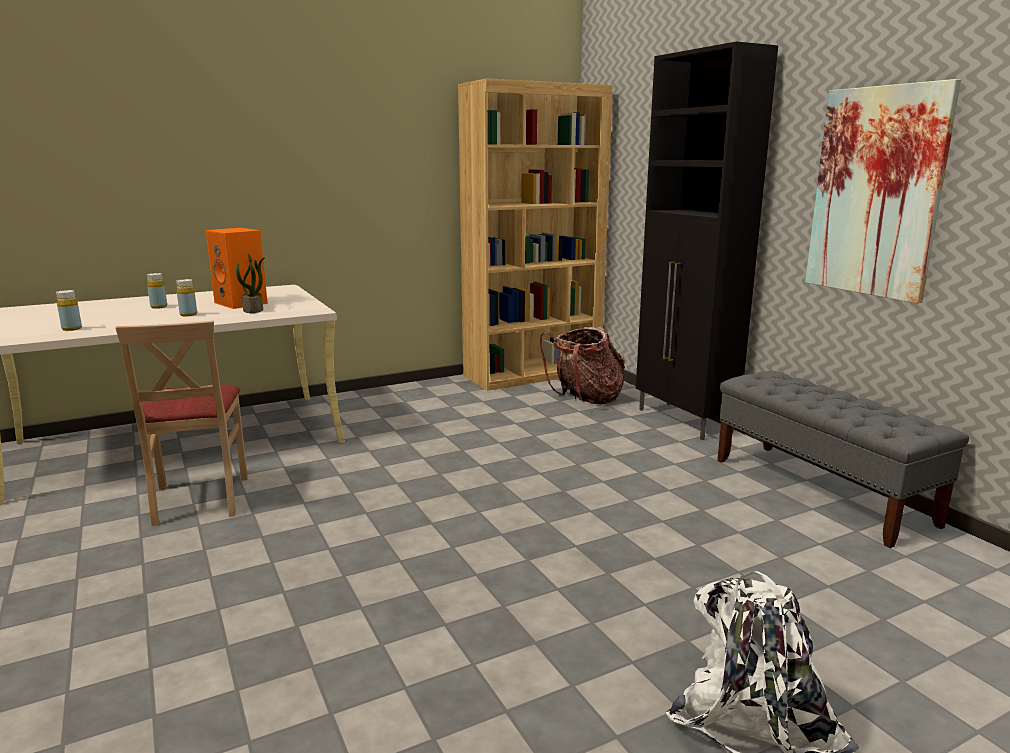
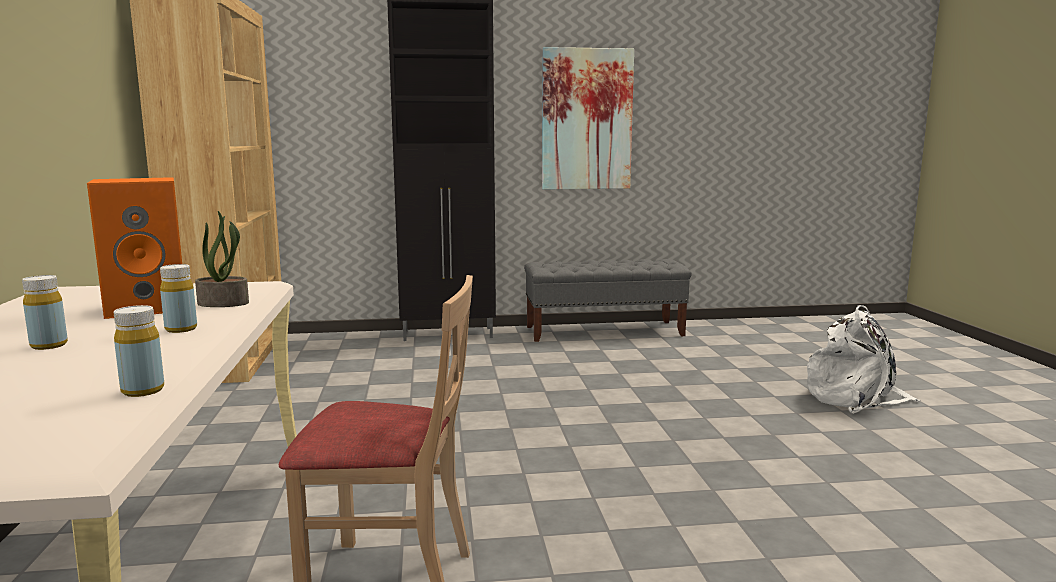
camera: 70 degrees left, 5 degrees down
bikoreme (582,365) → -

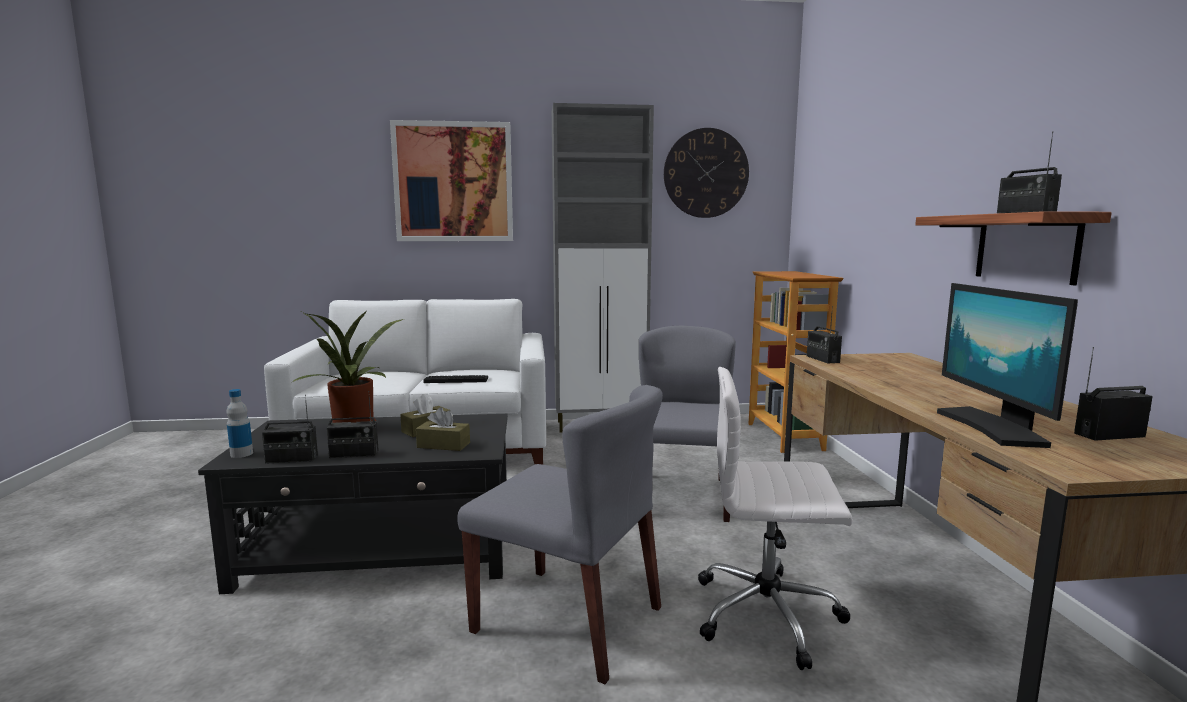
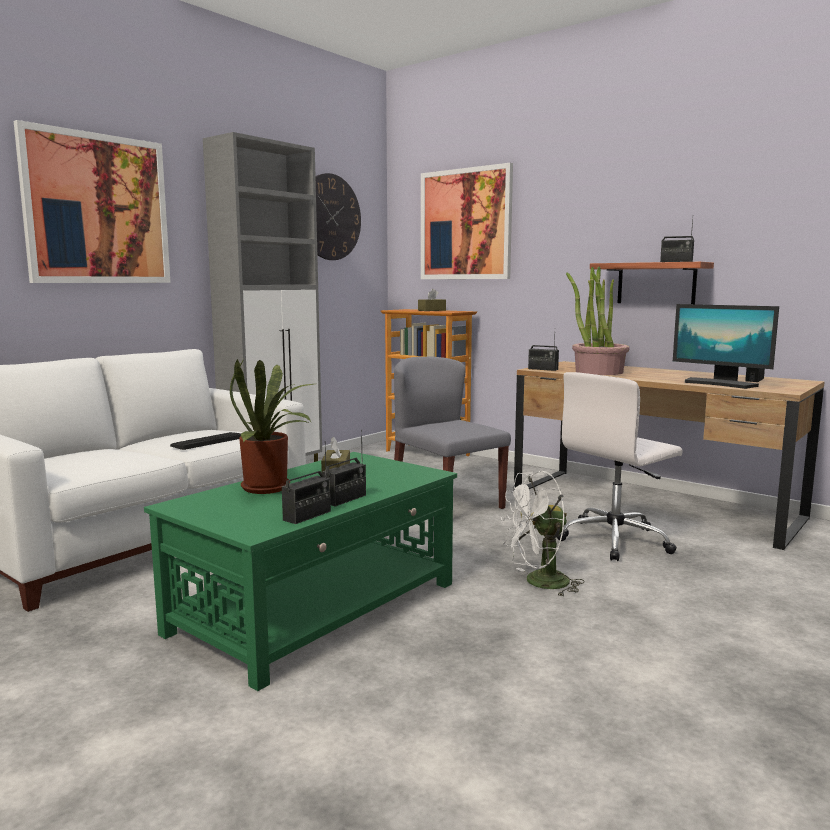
camera: 45 degrees left, 0 degrees up
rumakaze (240,423) → -
- → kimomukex (467,221)
- → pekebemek (598,321)
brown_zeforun (443,429) → brown_zeforun (432,300), move
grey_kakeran (560,534) → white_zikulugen (543,533)
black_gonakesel (353,504) → green_gonakesel (300,571)

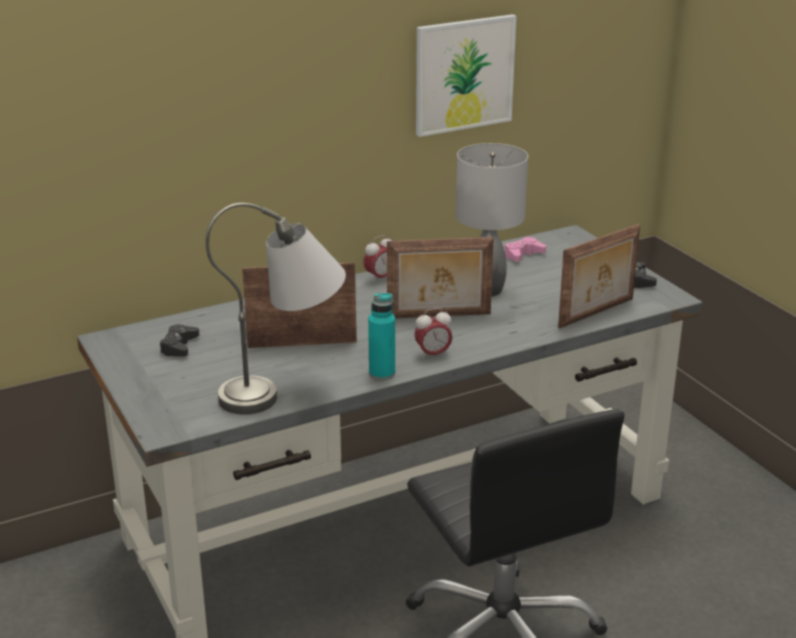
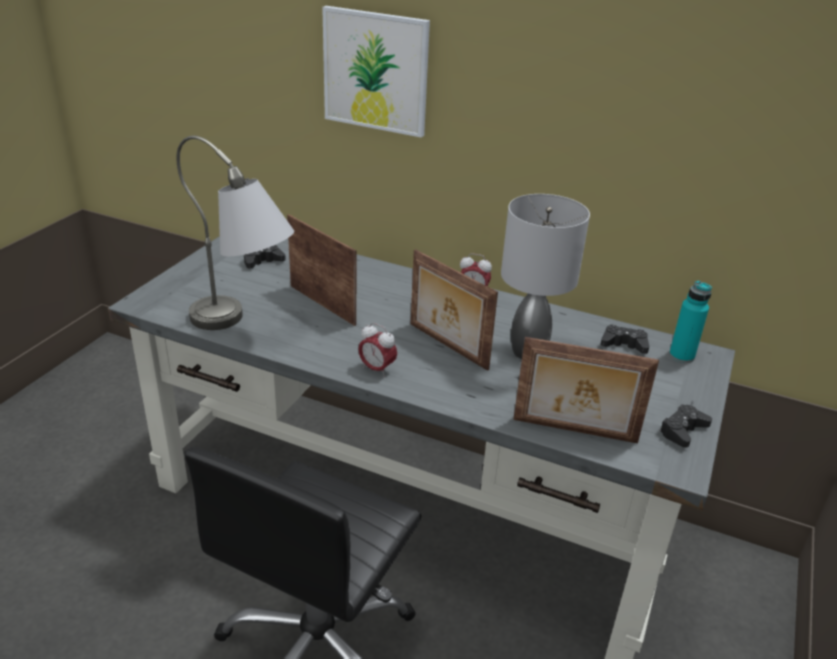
camera: 50 degrees right, 5 degrees up
turquoise_rumakaze (381,336) → turquoise_rumakaze (690,322), move
kimomukex (466,75) → kimomukex (376,72), move
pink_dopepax (525,249) → black_dopepax (625,339)

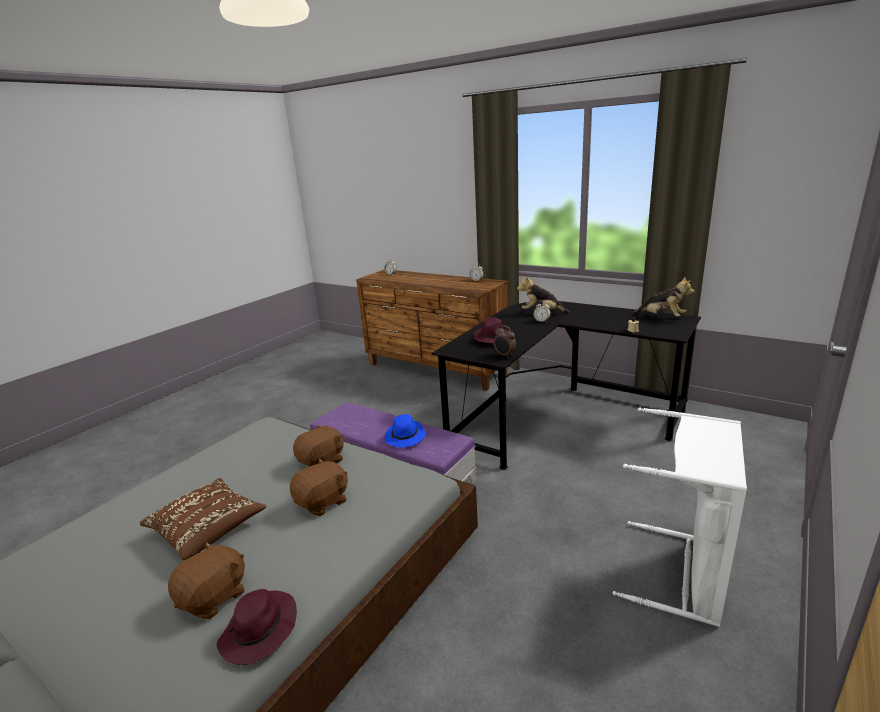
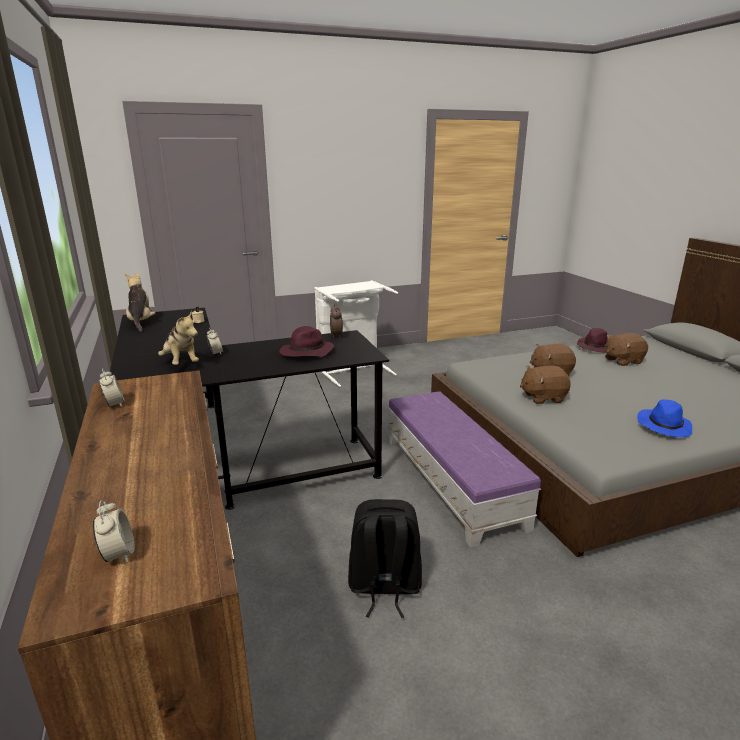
camera: 145 degrees left, 0 degrees up
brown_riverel (203,519) → -
- → black_bikoreme (385,558)
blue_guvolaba (406,430) → blue_guvolaba (664,418), move

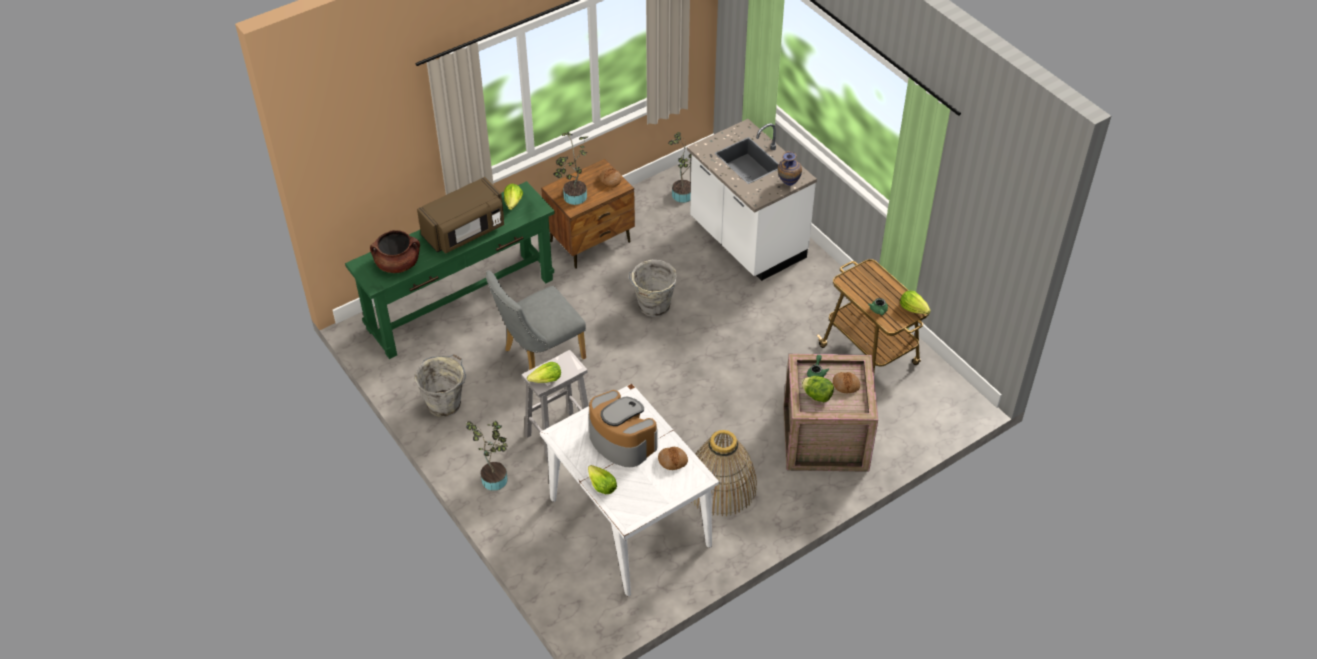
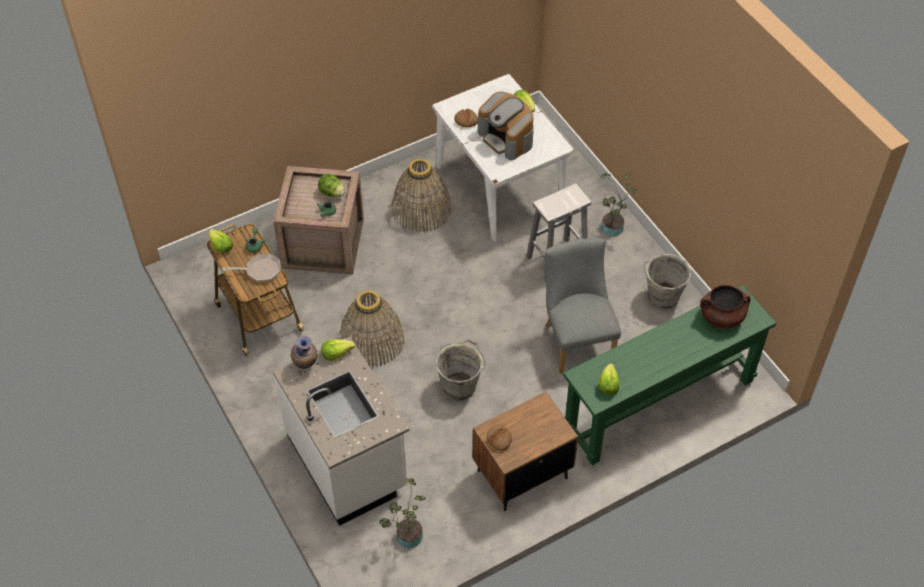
camera: 175 degrees left, 5 degrees up
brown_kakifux (460,215) → -
pekebemek (571,168) → -
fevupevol (846,382) → -
- → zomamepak (251,267)
- → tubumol (372,329)
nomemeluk (544,372) → nomemeluk (338,350), move
grey_kakeran (536,320) → grey_kakeran (583,306), 75 degrees counterclockwise

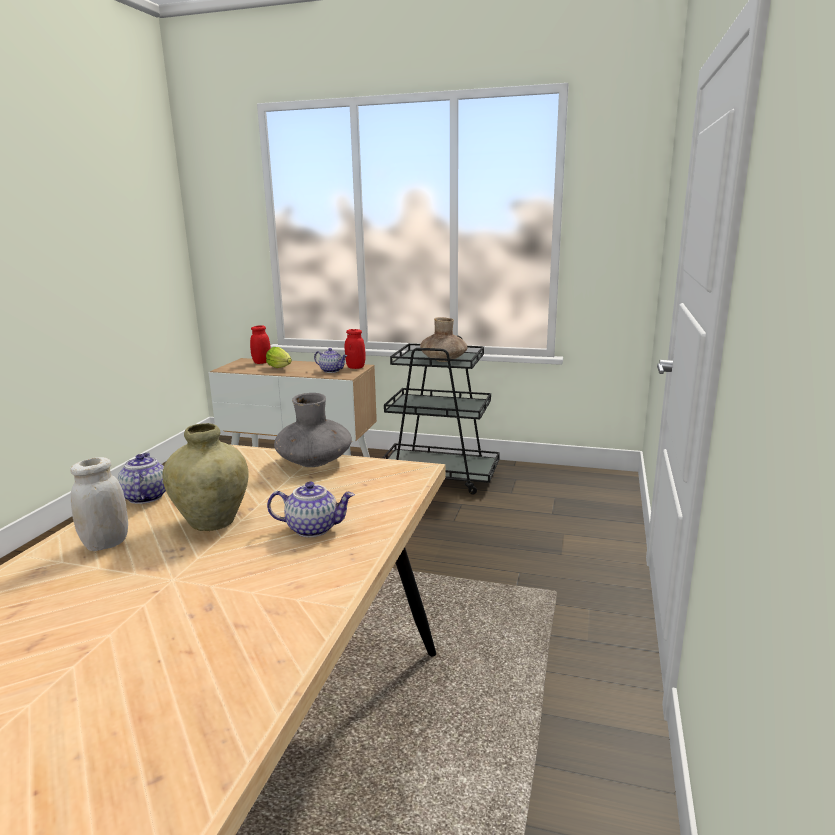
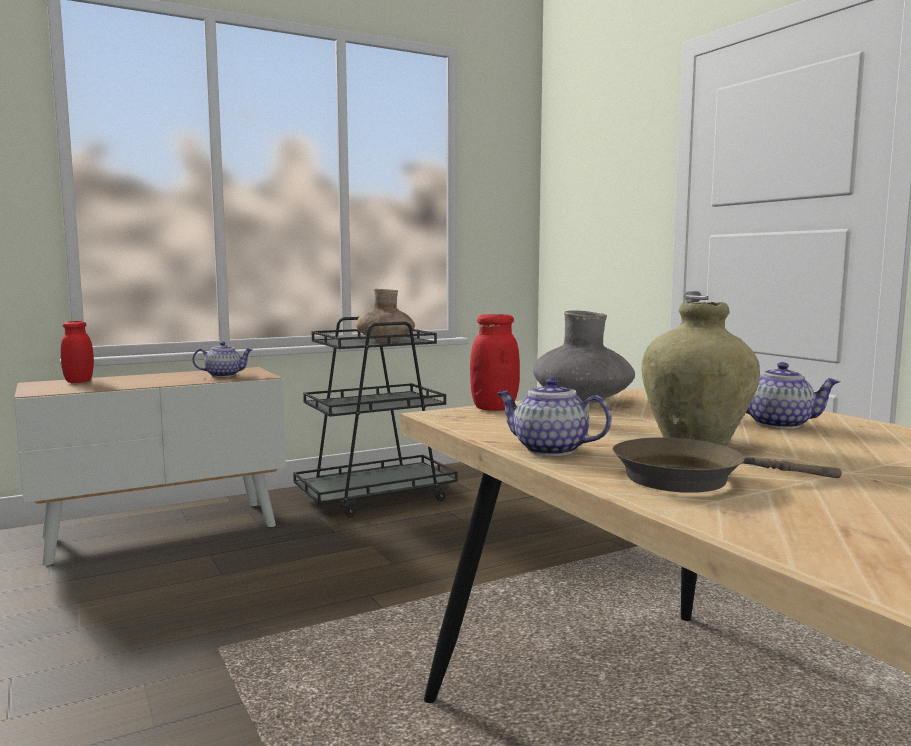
camera: 45 degrees left, 10 degrees down
nomemeluk (279,357) → -
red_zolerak (355,349) → red_zolerak (495,362), move
white_zolerak (99,504) → brown_zomamepak (727,465)
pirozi (311,509) → pirozi (793,395), 60 degrees clockwise

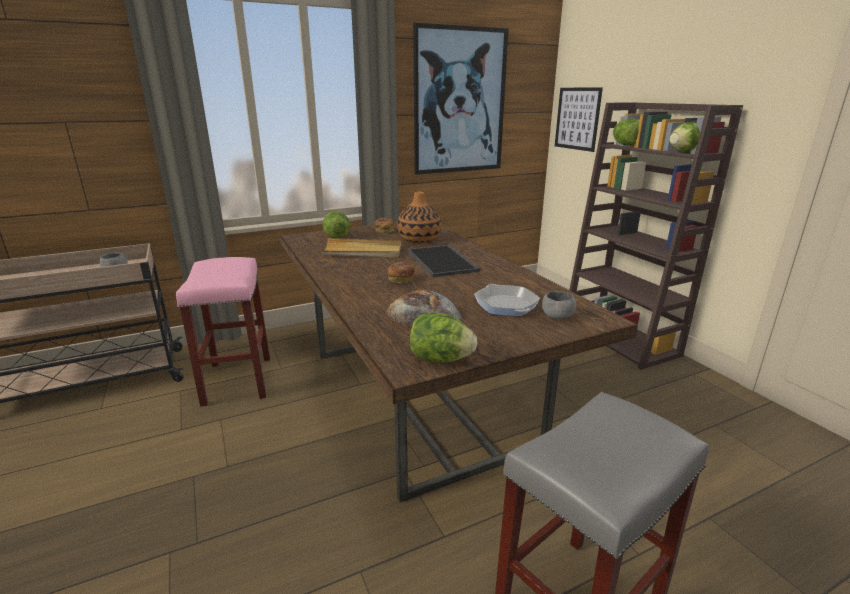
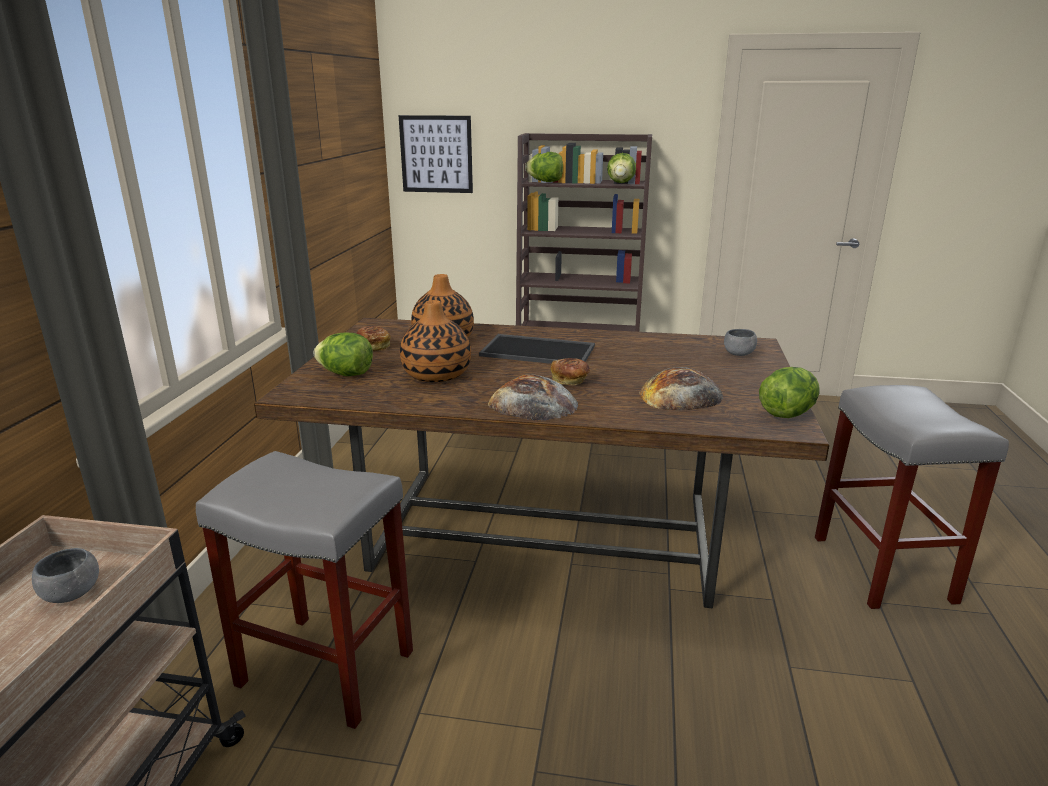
camera: 55 degrees left, 0 degrees up
kimomukex (461,99) → -
zomamepak (507,300) → -
- → fevupevol (533,397)
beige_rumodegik (360,248) → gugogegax (435,341)
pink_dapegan (223,332) → grey_dapegan (304,590)

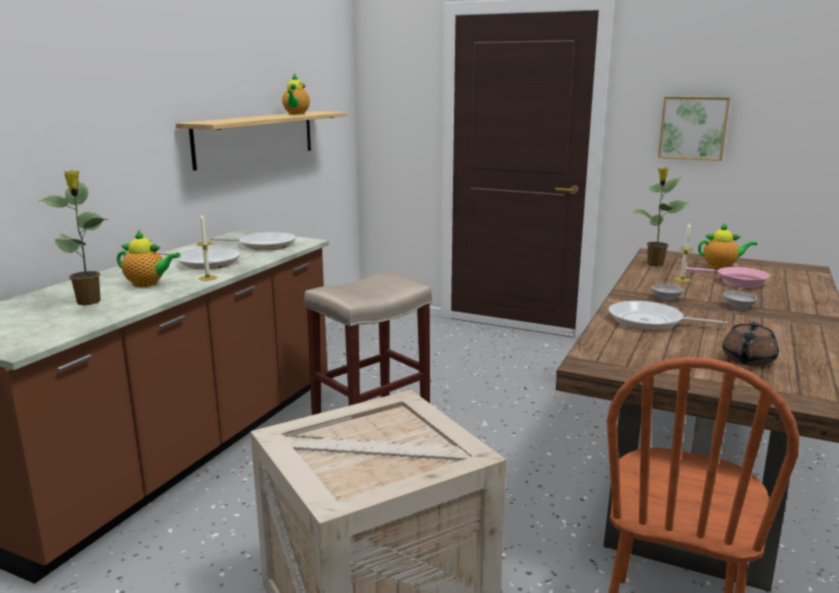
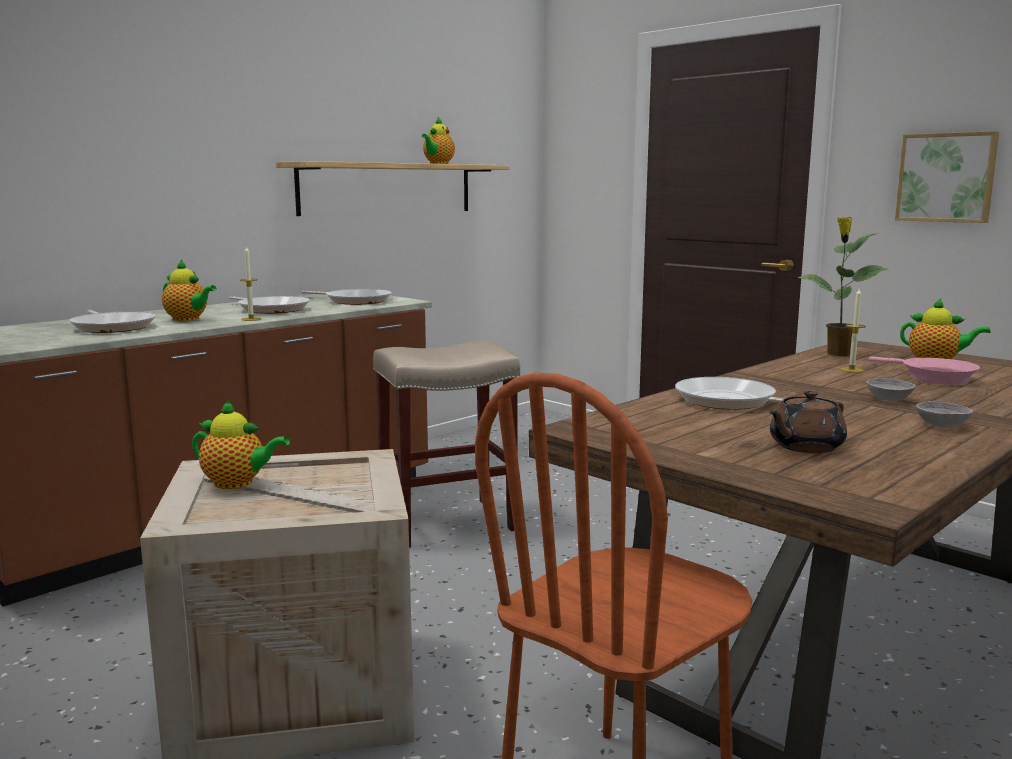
camera: 20 degrees right, 5 degrees down
- → pirozi (241,445)
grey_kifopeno (668,292) → grey_kifopeno (944,414), move
pekebemek (74,237) → zomamepak (112,321)

